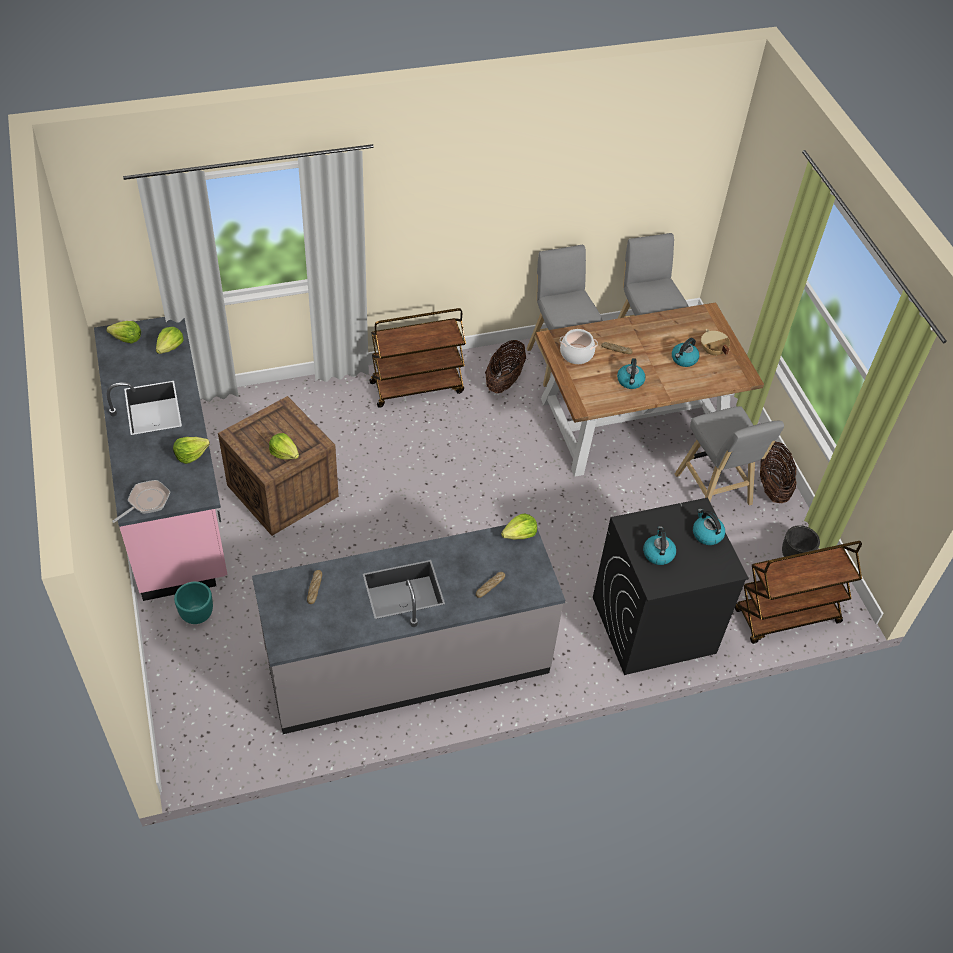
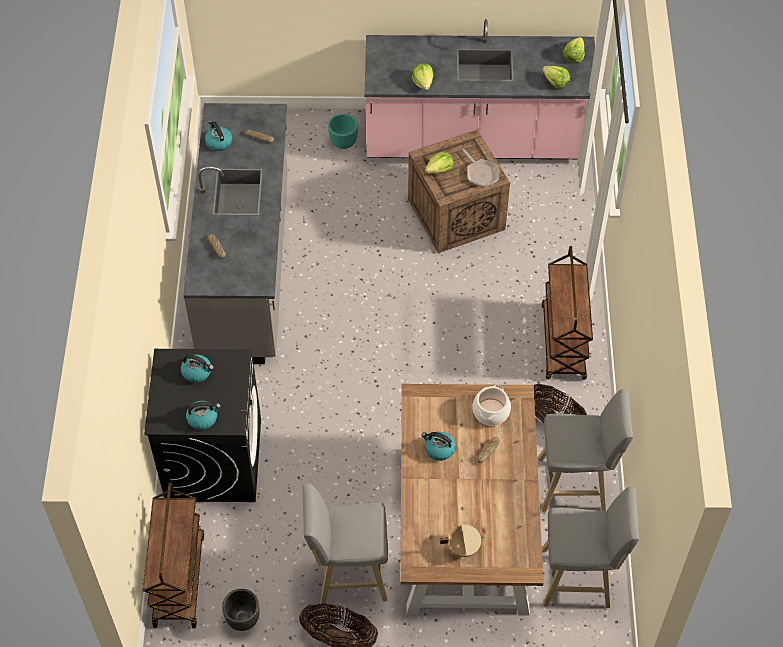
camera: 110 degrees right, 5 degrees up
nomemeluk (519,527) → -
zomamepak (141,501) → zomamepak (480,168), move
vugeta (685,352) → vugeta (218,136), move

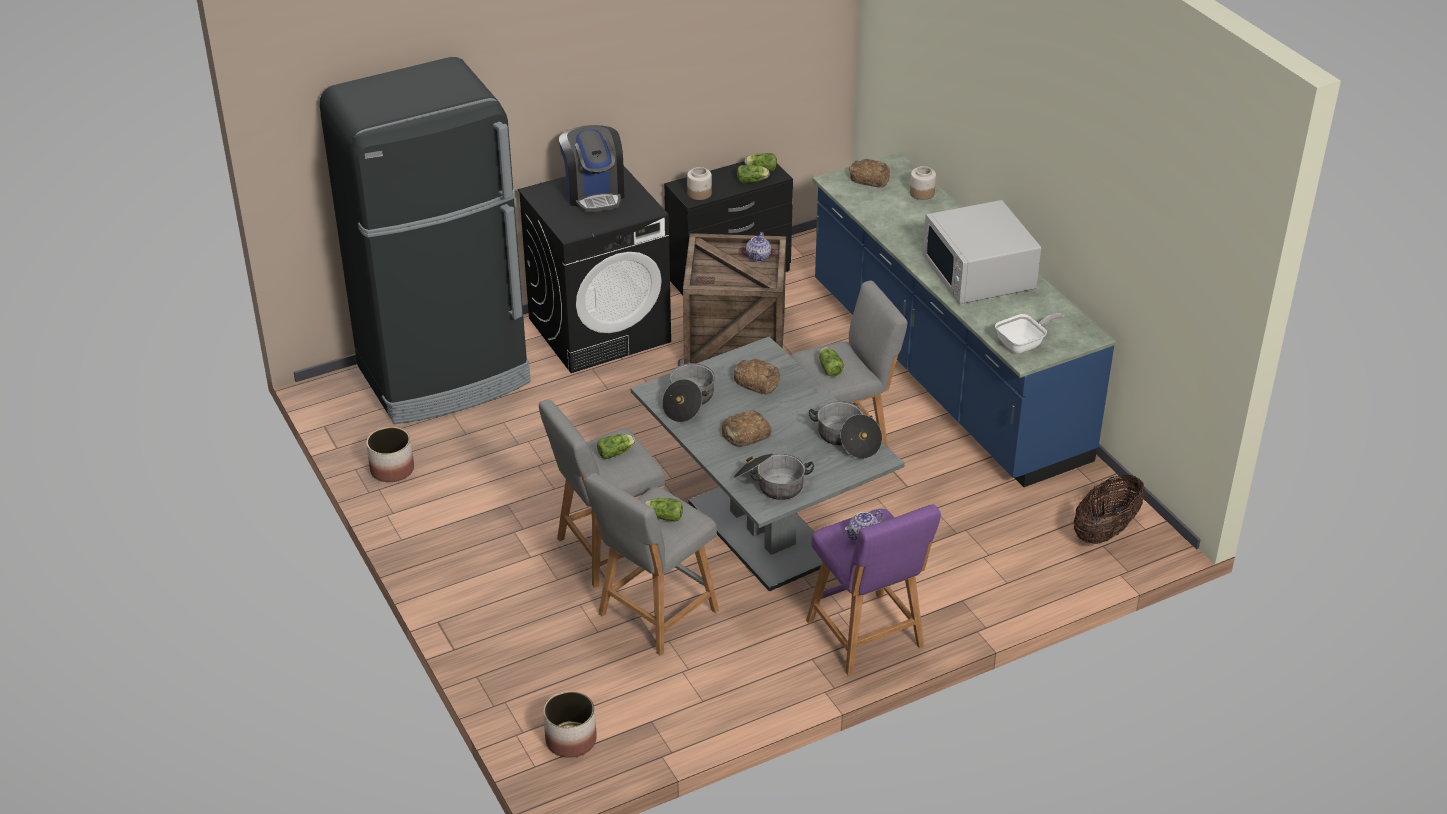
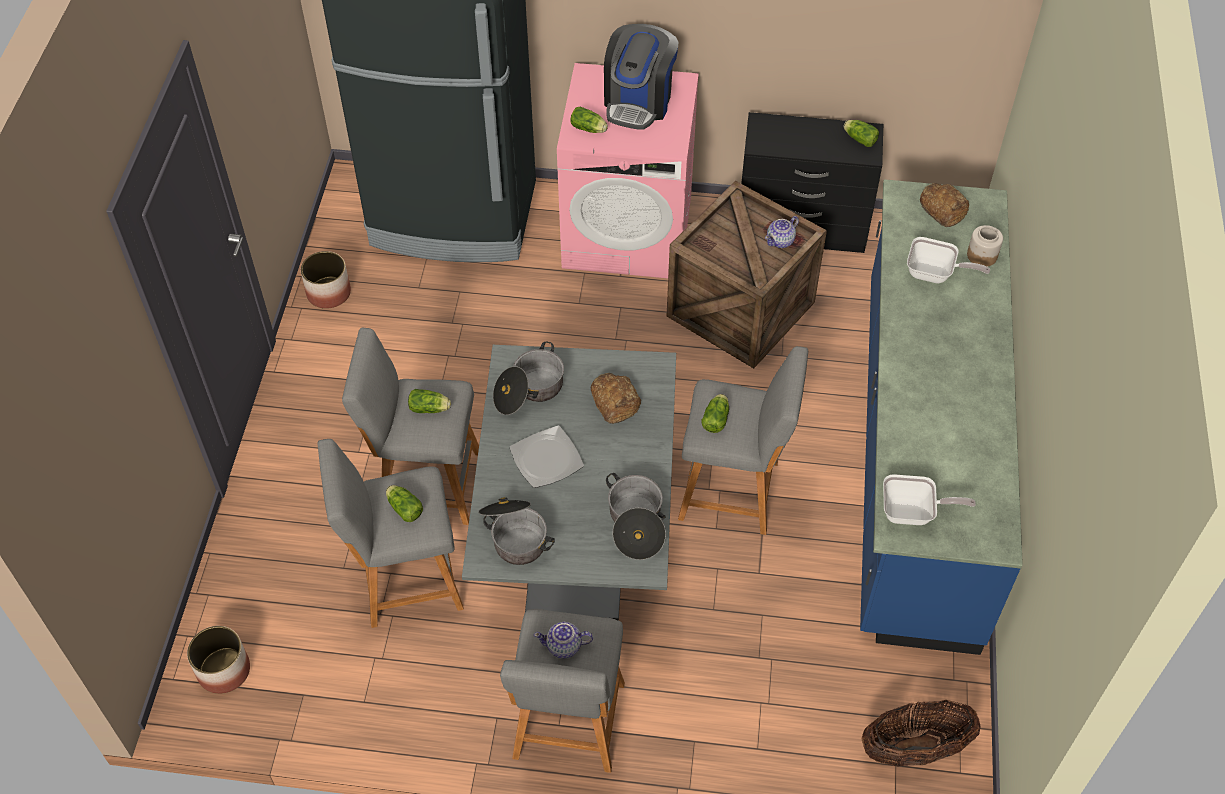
camera: 35 degrees right, 15 degrees up
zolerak (699,183) → -
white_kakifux (982,252) → -
- → zomamepak (948,260)
nomemeluk (753,174) → nomemeluk (589,120), move
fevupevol (747,428) → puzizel (546,457)
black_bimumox (594,269) → pink_bimumox (628,170)
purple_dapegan (873,590) → grey_dapegan (562,691)

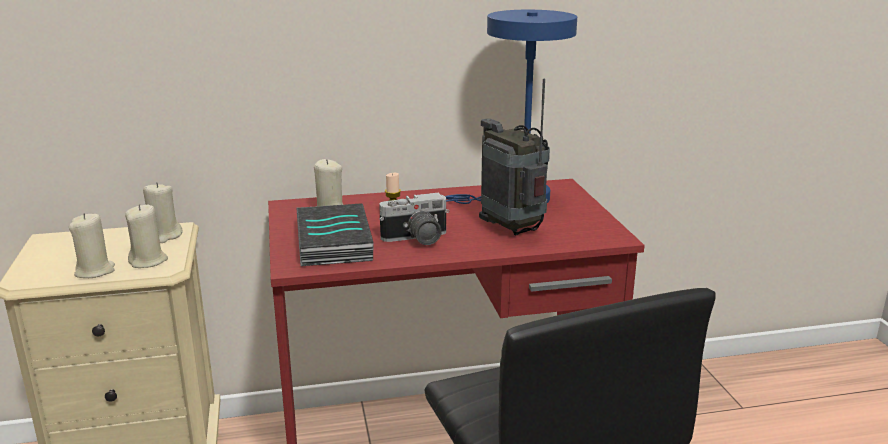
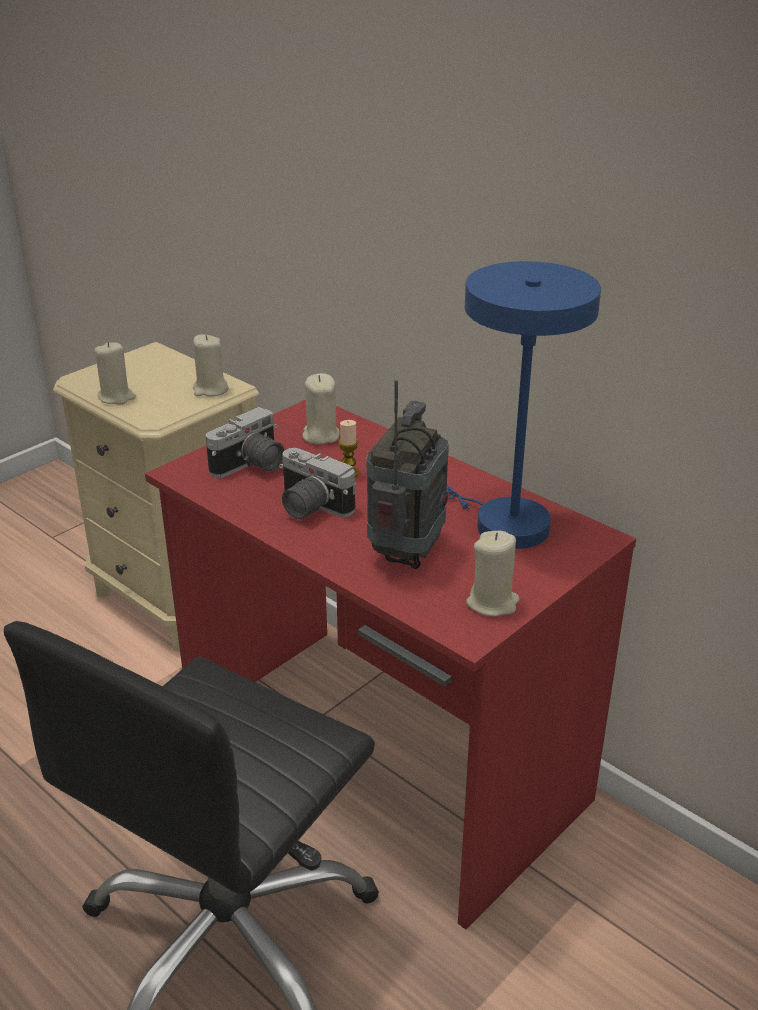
camera: 55 degrees right, 10 degrees up
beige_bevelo (146,236) → beige_bevelo (492,574), move
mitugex (335,235) → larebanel (245,442)

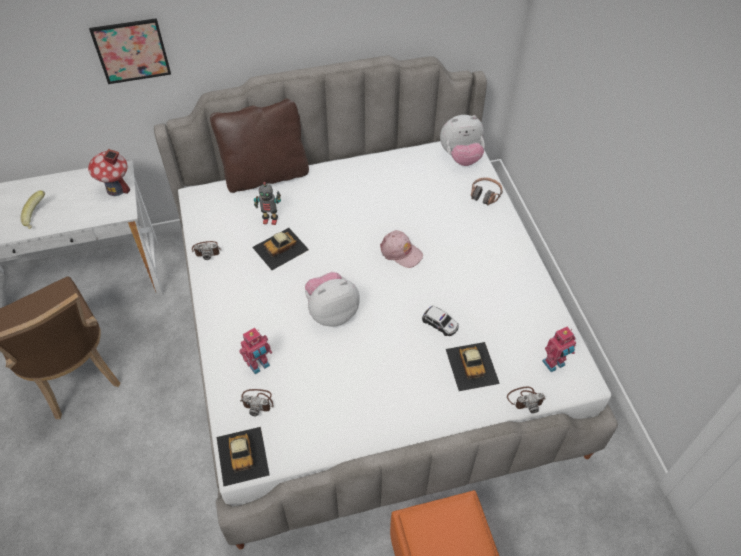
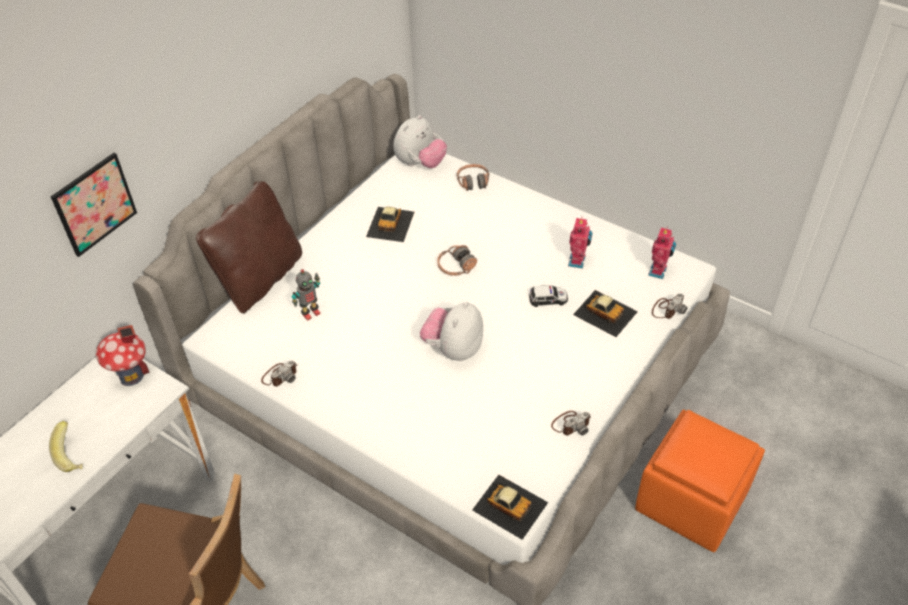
camera: 40 degrees left, 5 degrees down
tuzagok (255,351) → tuzagok (580,243), move
larebanel (257,402) → larebanel (571,423), move
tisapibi (280,249) → tisapibi (390,224), move
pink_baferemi (401,249) → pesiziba (457,260)

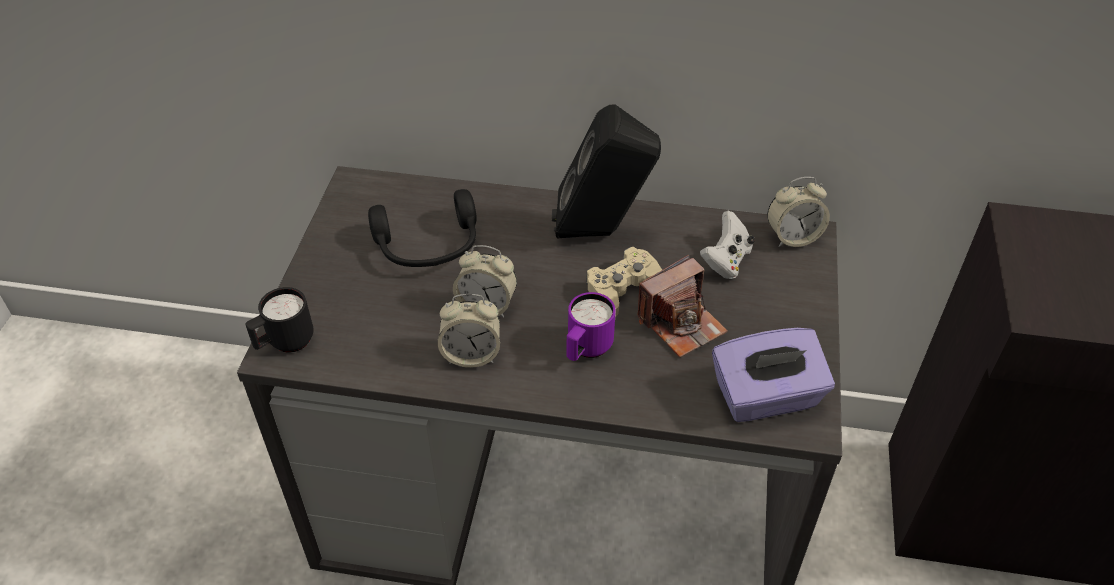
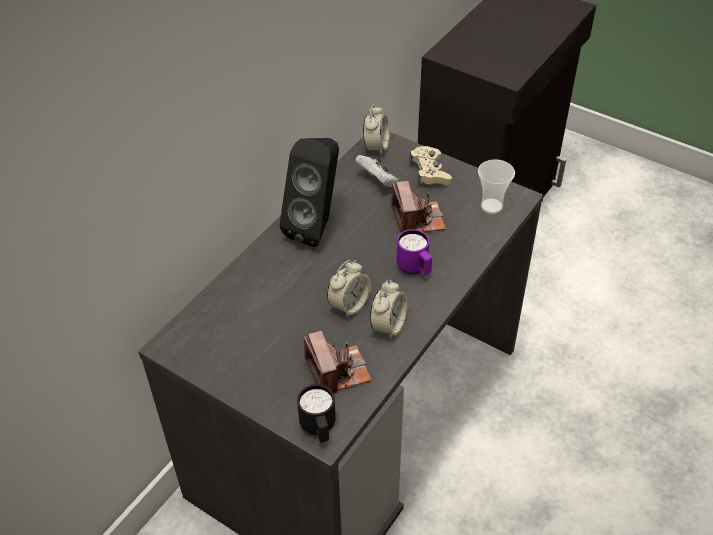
camera: 65 degrees left, 0 degrees up
black_pesiziba (422,228) → -
- → larebanel (338,362)
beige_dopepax (624,282) → beige_dopepax (430,166), move
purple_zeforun (773,375) → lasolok (496,186)

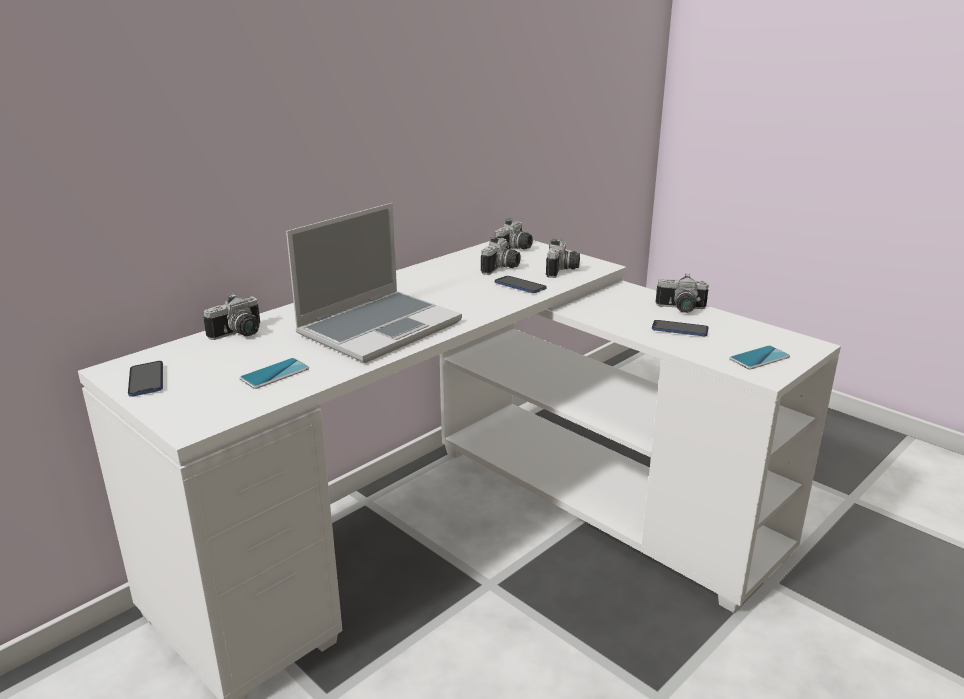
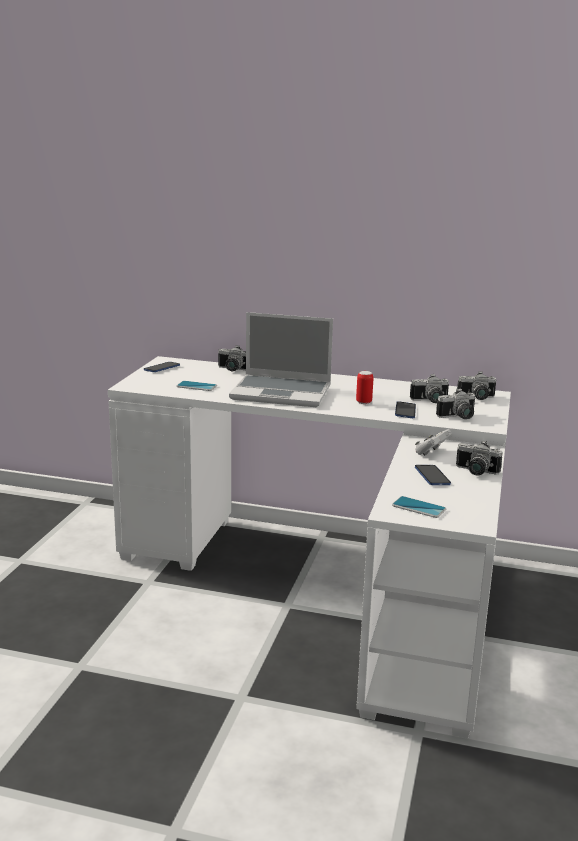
camera: 60 degrees right, 5 degrees down
- → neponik (365,387)
- → white_dopepax (433,442)
larebanel (682,293) → larebanel (479,458), 45 degrees counterclockwise

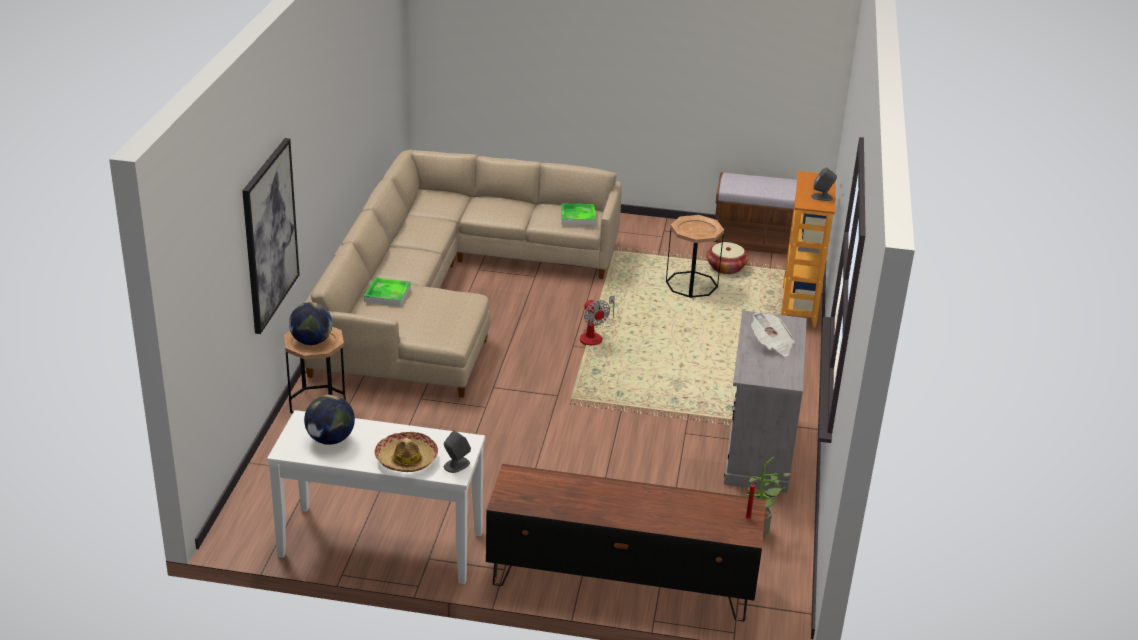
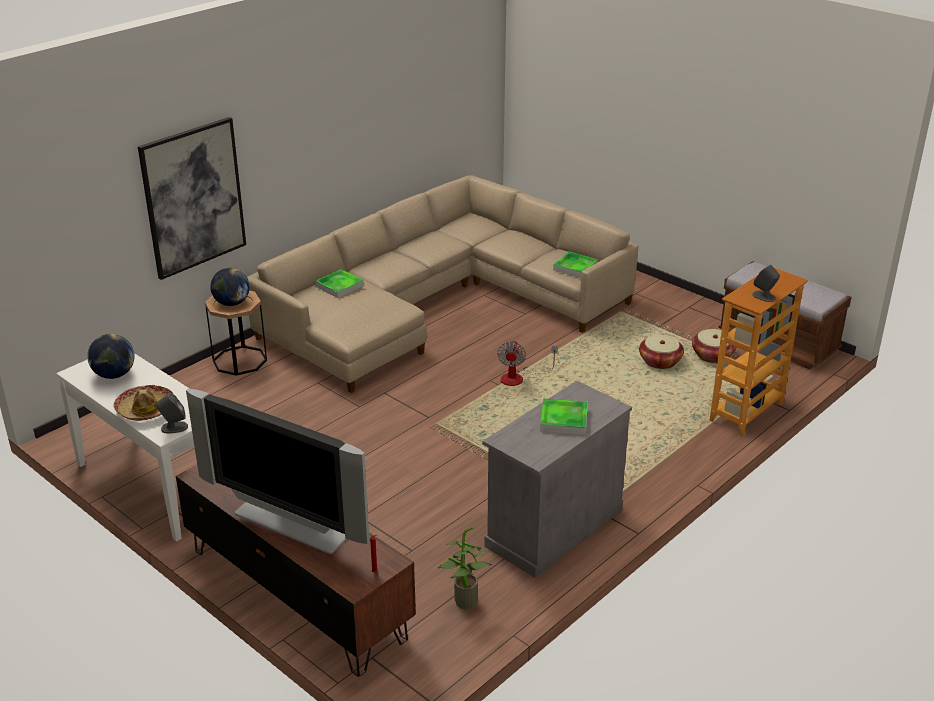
camera: 35 degrees right, 0 degrees up
- → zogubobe (278,471)
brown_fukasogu (695,256) → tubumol (661,352)
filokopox (773,334) → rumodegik (564,417)

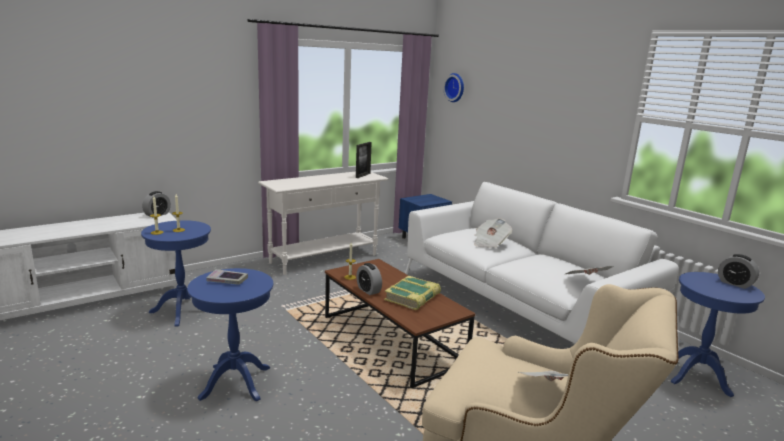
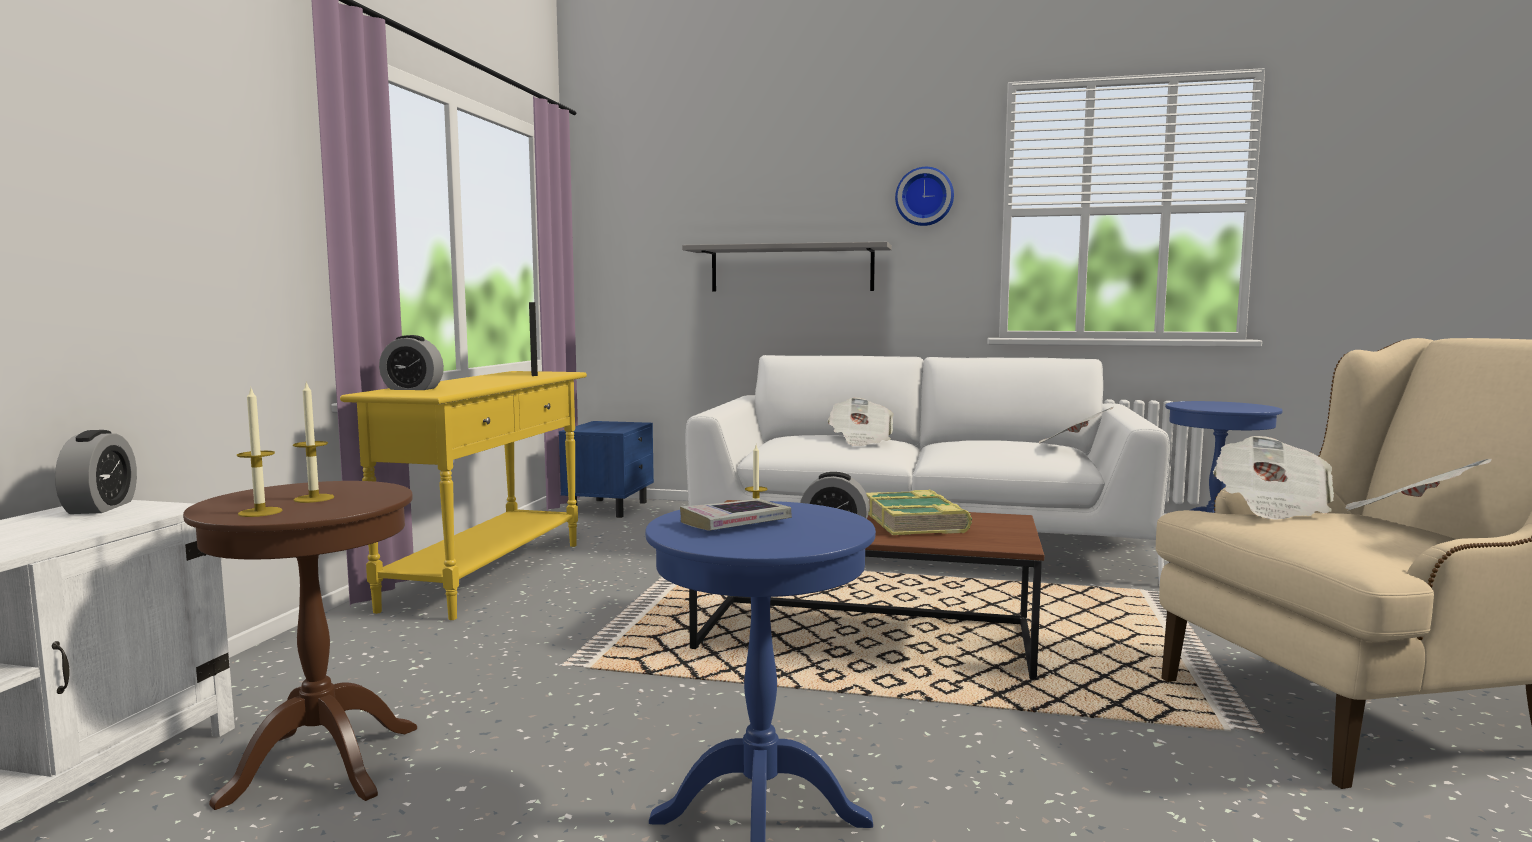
camera: 40 degrees left, 10 degrees down
- → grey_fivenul (787,267)
- → filokopox (1273,478)
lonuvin (453,87) → lonuvin (924,196), move
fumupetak (738,271) → fumupetak (411,362), move
blue_fukasogu (176,273) → brown_fukasogu (300,645)
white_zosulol (323,223) → yellow_zosulol (463,495)

